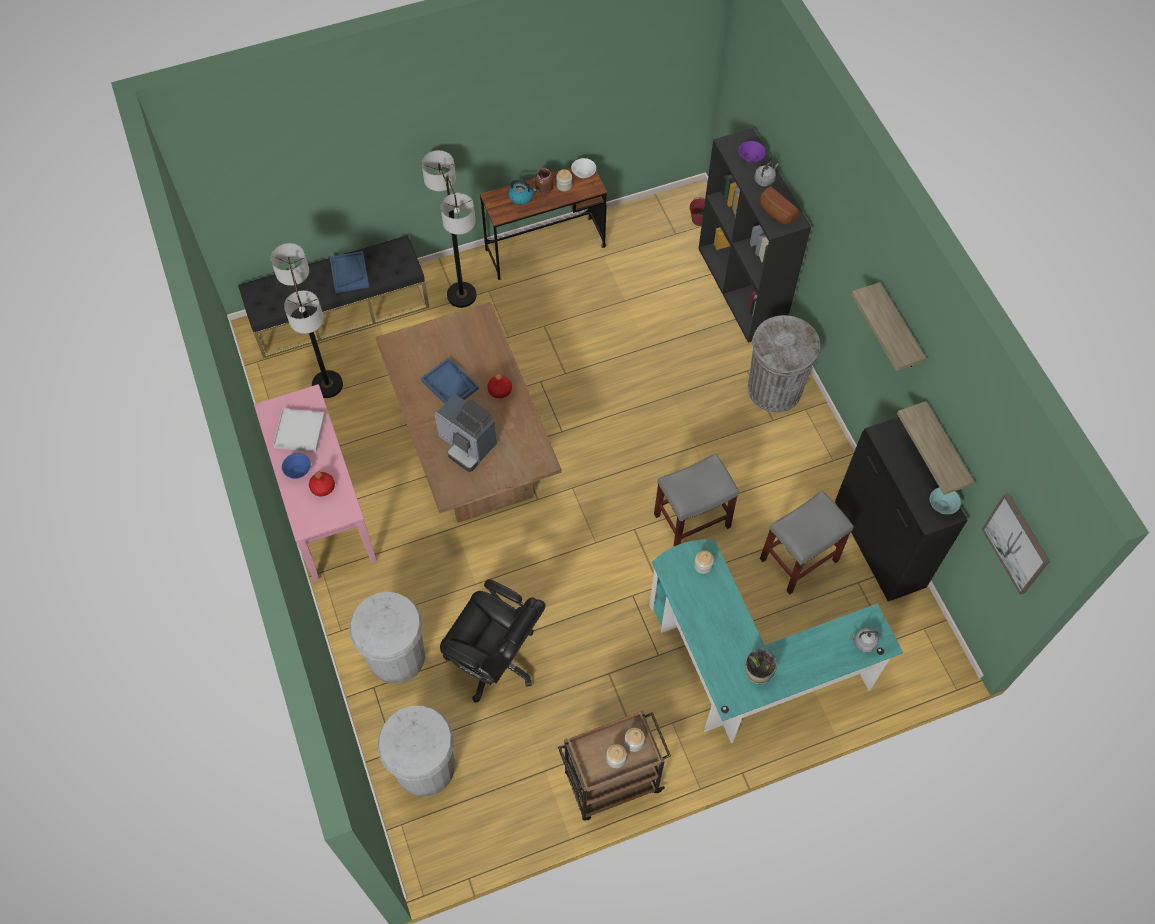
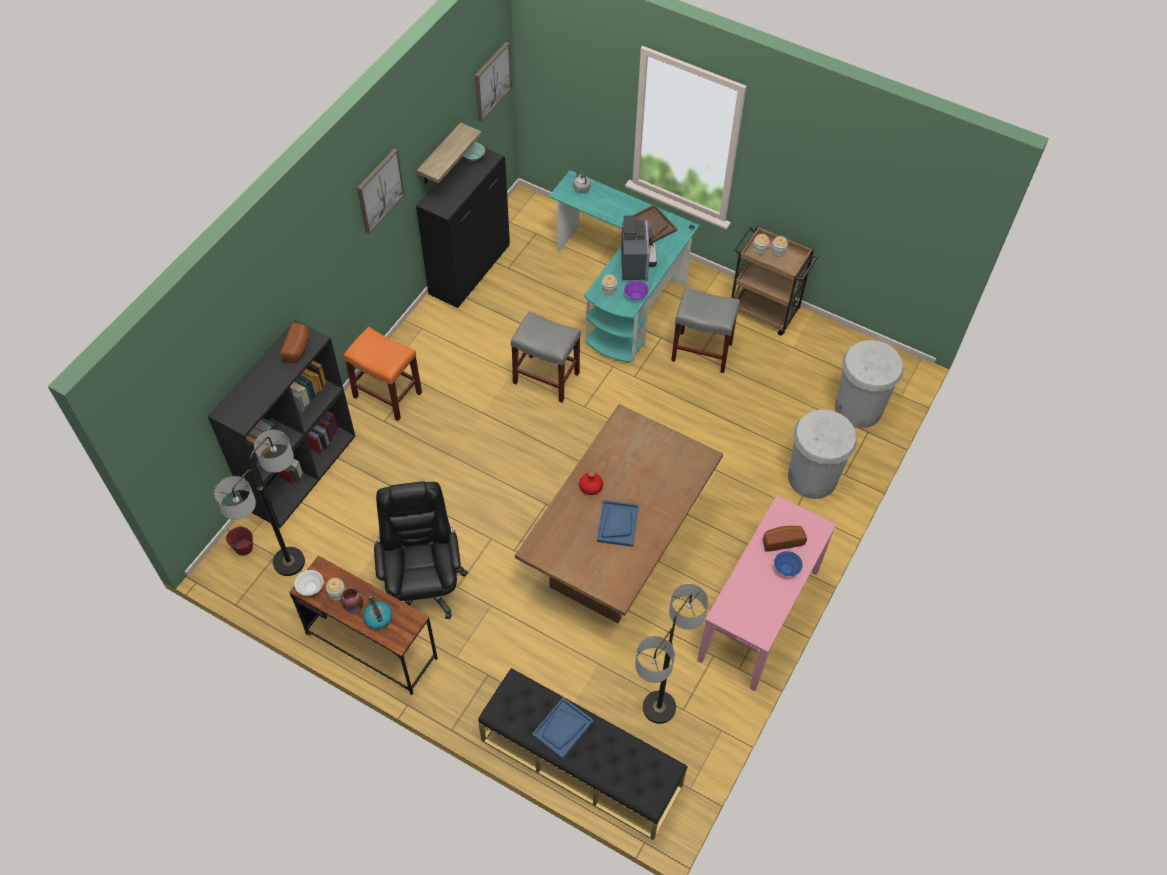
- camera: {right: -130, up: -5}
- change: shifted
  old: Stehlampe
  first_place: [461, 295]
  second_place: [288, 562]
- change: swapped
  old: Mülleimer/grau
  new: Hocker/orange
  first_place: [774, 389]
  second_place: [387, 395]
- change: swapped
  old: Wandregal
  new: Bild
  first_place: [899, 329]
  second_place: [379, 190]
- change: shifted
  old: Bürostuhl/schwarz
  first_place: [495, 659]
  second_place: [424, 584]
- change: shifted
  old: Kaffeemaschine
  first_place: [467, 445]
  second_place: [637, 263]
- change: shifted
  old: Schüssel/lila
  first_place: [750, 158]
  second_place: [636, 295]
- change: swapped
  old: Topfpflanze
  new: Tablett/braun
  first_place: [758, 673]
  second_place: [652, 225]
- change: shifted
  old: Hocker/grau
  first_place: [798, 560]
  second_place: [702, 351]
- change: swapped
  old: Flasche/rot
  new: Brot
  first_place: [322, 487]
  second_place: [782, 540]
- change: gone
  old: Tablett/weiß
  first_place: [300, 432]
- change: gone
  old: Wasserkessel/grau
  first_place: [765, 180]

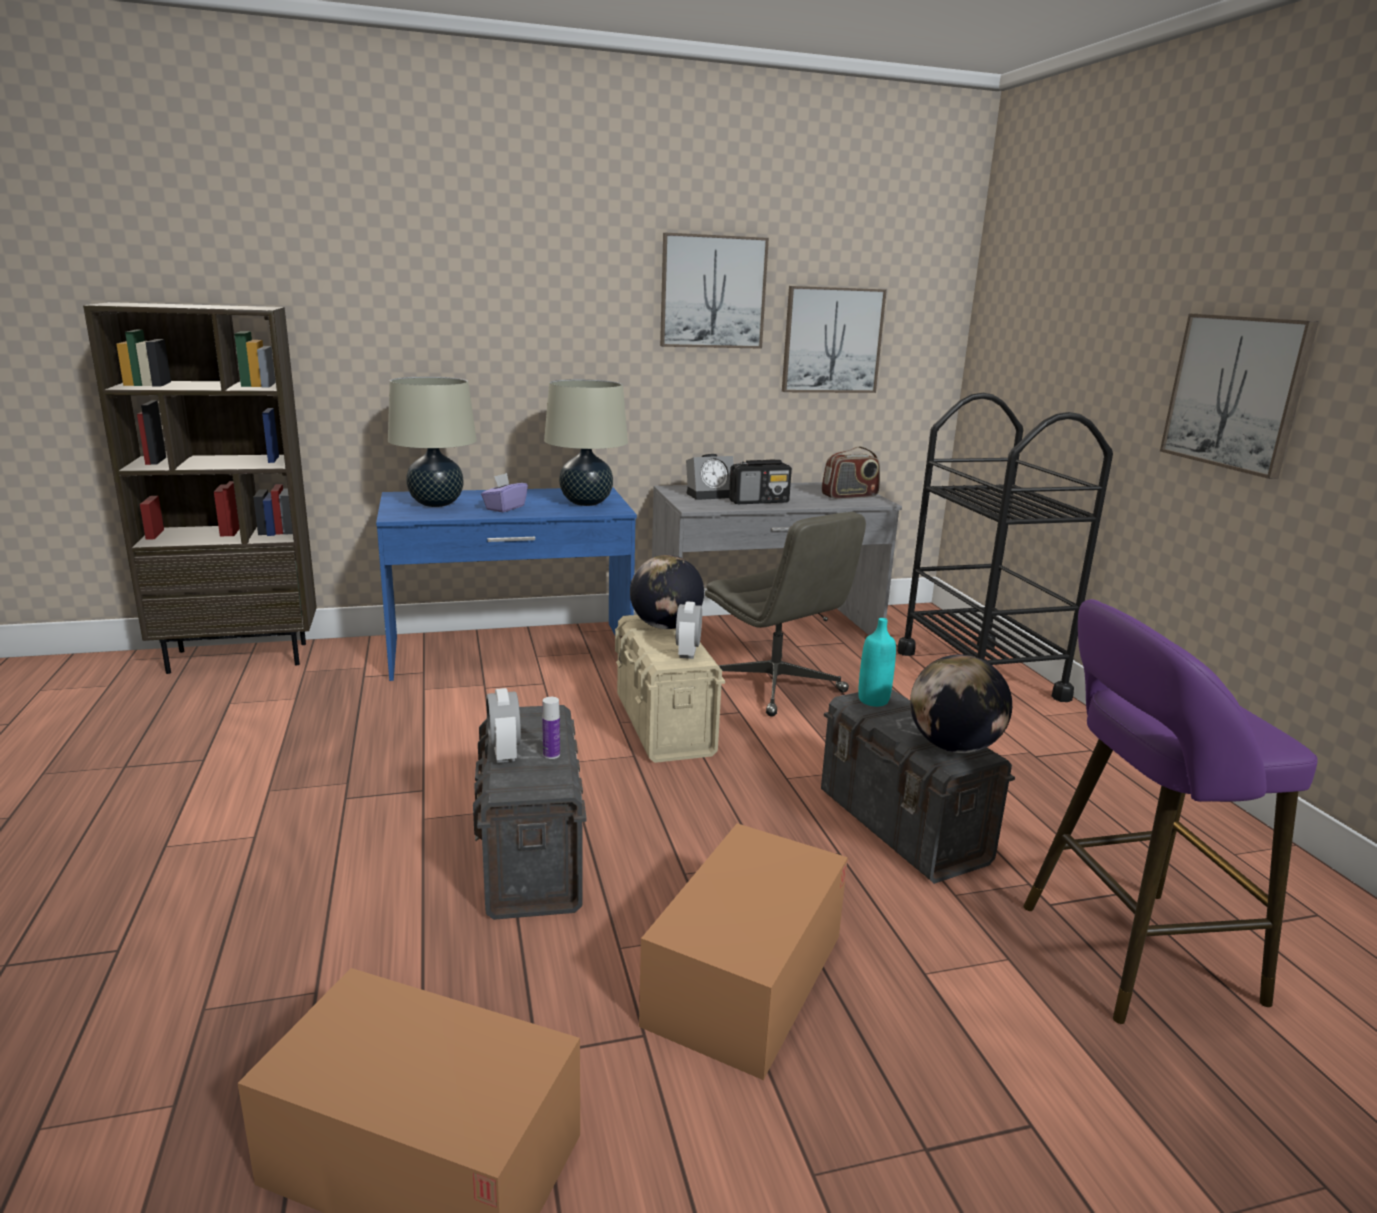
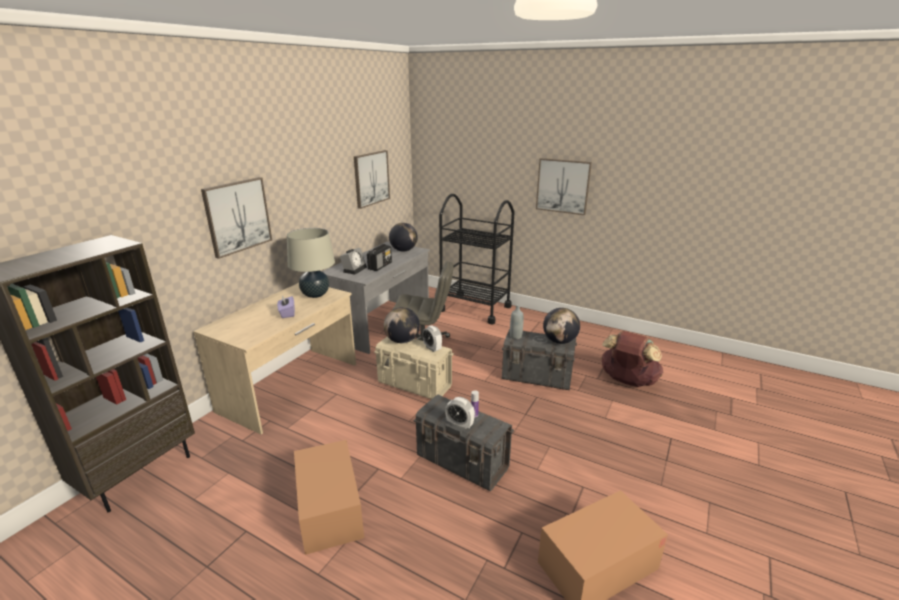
- camera: {right: -45, up: 5}
- change: repainted
  old: Schreibtisch/blau
  new: Schreibtisch/beige
  first_place: [510, 650]
  second_place: [291, 387]
- change: shifted
  old: Bild
  first_place: [712, 292]
  second_place: [237, 216]
- change: shifted
  old: Karton
  first_place: [746, 978]
  second_place: [329, 508]
- change: swapped
  old: Radio
  new: Globus
  first_place: [850, 496]
  second_place: [403, 250]
- change: repainted
  old: Flasche/türkis
  new: Flasche/grau
  first_place: [873, 700]
  second_place: [515, 336]
- change: swapped
  old: Hocker/lila
  new: Rucksack/braun
  first_place: [1126, 954]
  second_place: [627, 381]
- change: gone
  old: Tischlampe/beige
  first_place: [436, 504]

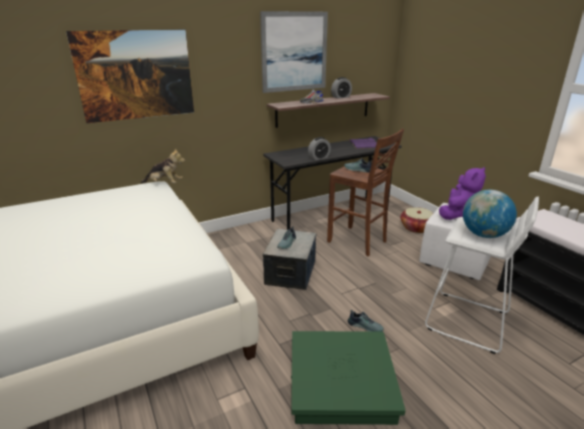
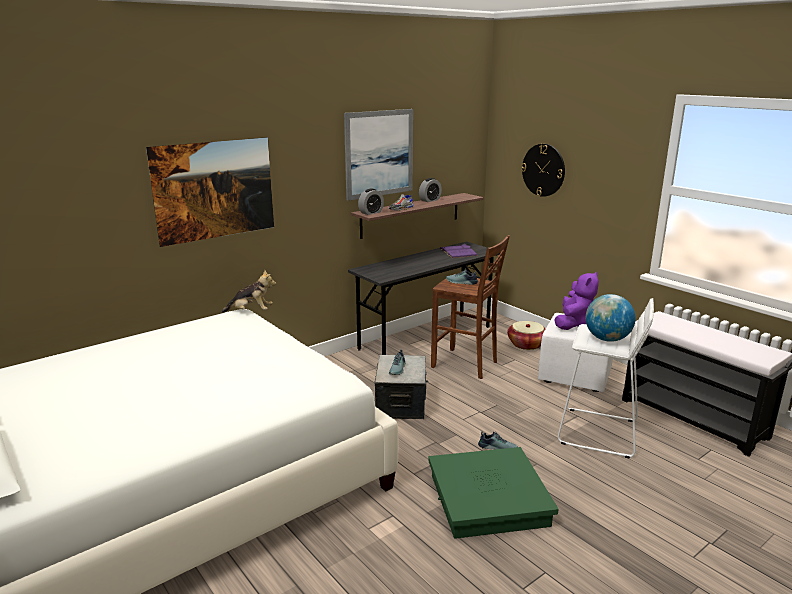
- camera: {right: -10, up: -5}
- change: shifted
  old: Wecker
  first_place: [319, 157]
  second_place: [371, 212]
- change: new
  new: Wanduhr
  second_place: [543, 170]

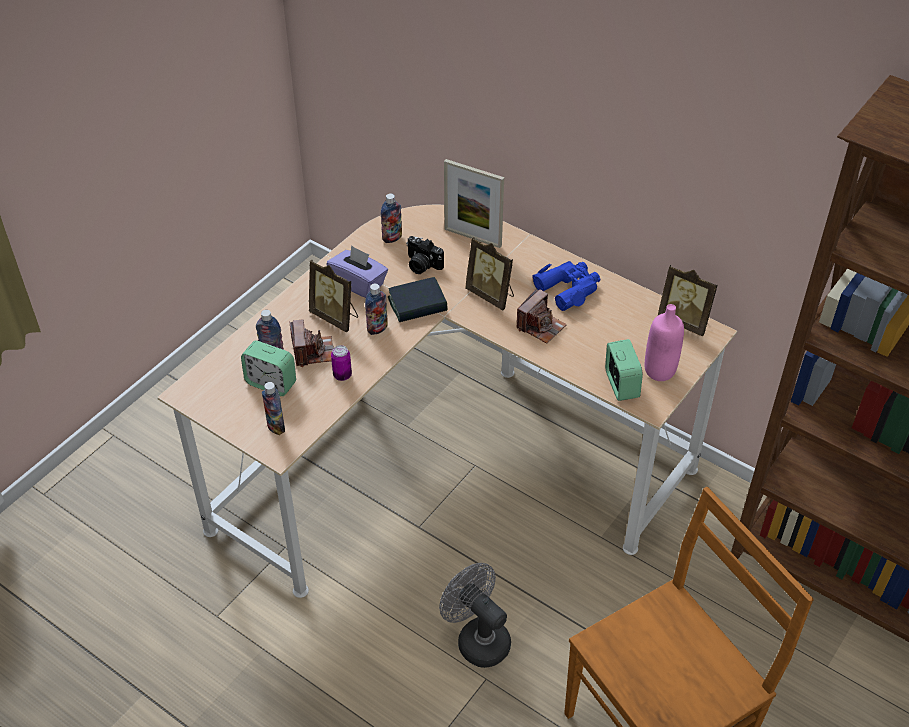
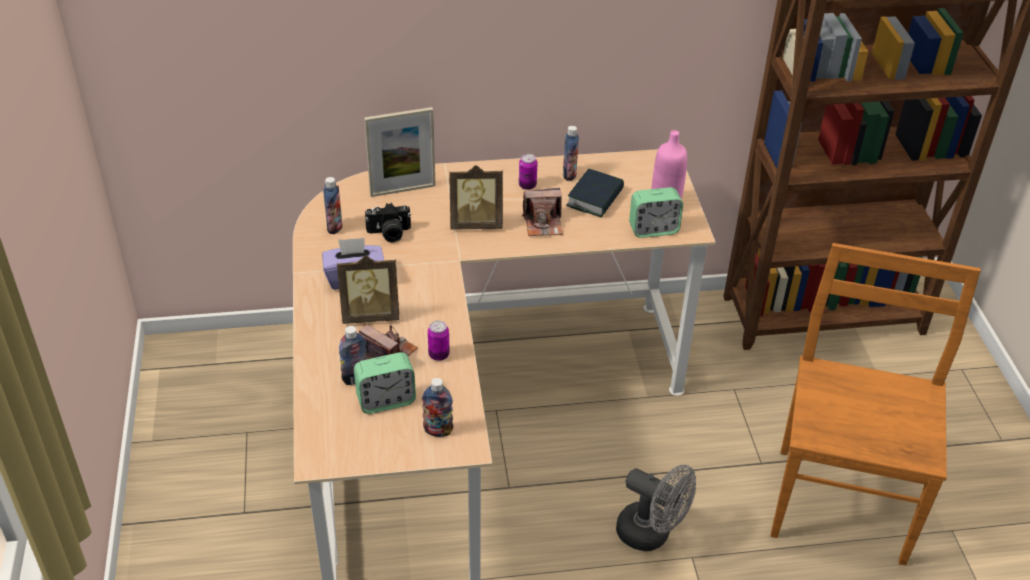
- camera: {right: -45, up: -5}
- change: swapped
  old: Fernglas/blau
  new: Dose
  first_place: [568, 288]
  second_place: [527, 185]
- change: rotated
  old: Kamera
  first_place: [540, 326]
  second_place: [543, 224]
  degrees: 90
- change: shifted
  old: Flasche
  first_place: [377, 328]
  second_place: [569, 174]
- change: shifted
  old: Buch
  first_place: [417, 305]
  second_place: [595, 198]
- change: rotated
  old: Ventilator/grau
  first_place: [477, 638]
  second_place: [651, 534]
  degrees: -150
- change: rotated
  old: Wecker
  first_place: [621, 385]
  second_place: [653, 229]
  degrees: 135
- change: gone
  old: Bilderrahmen
  first_place: [684, 321]

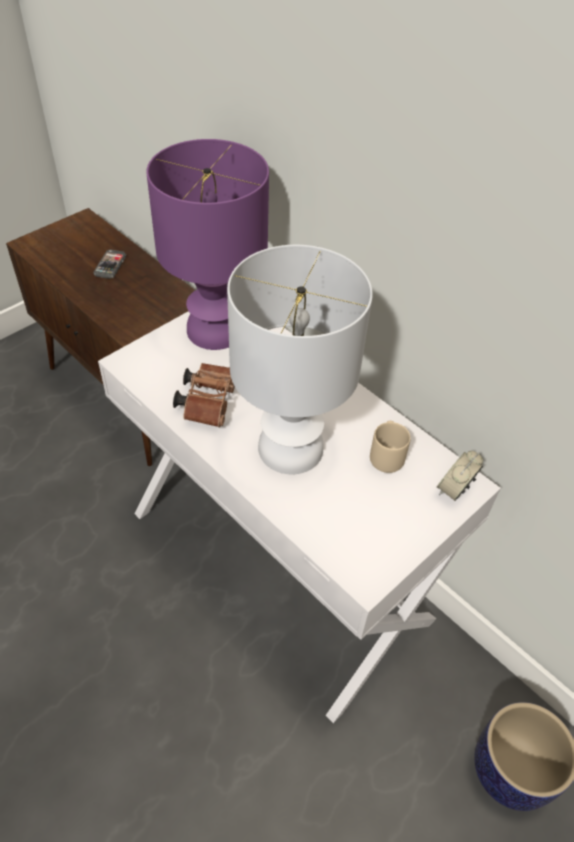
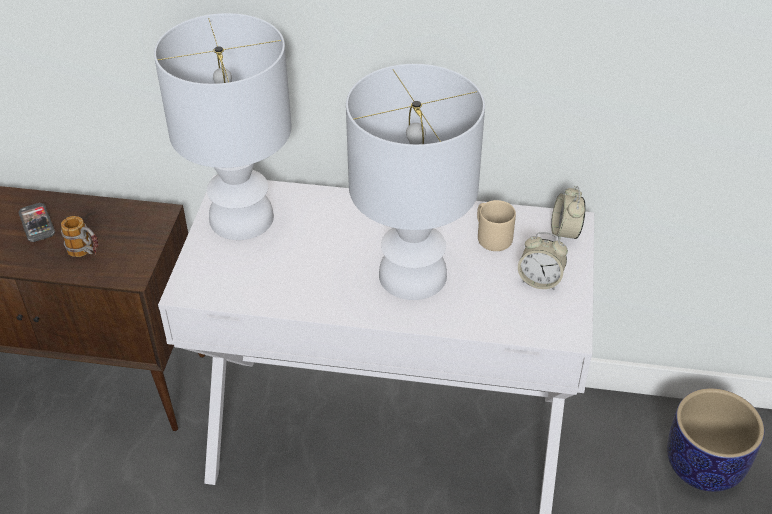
- camera: {right: -35, up: -5}
- change: new
  new: Henkelbecher
  second_place: [87, 254]
- change: repainted
  old: Tischlampe/lila
  new: Tischlampe/weiß
  first_place: [217, 330]
  second_place: [243, 217]
- change: new
  new: Wecker
  second_place: [540, 280]
- change: gone
  old: Fernglas/braun
  first_place: [209, 401]

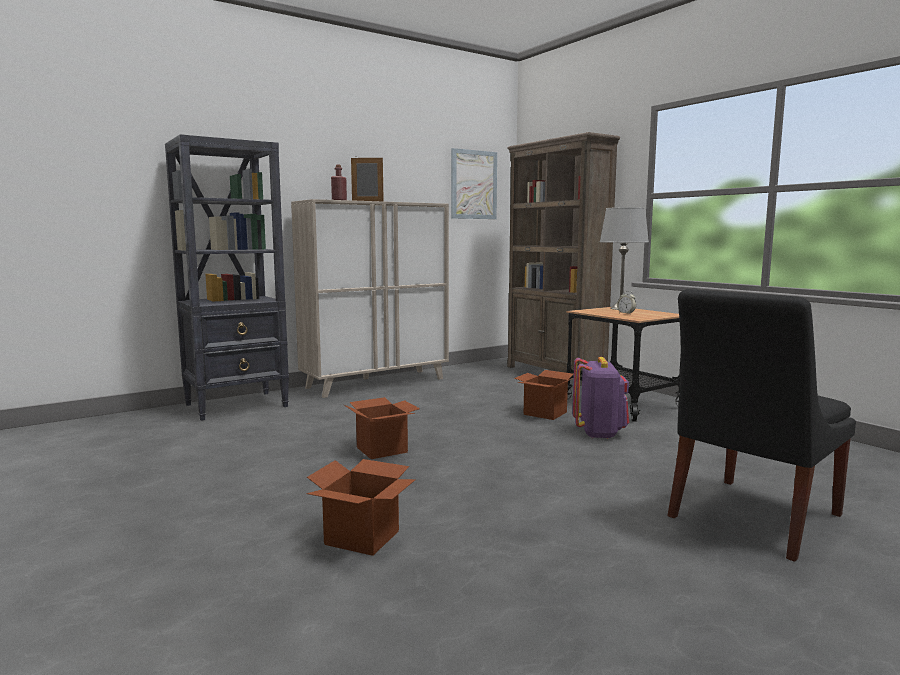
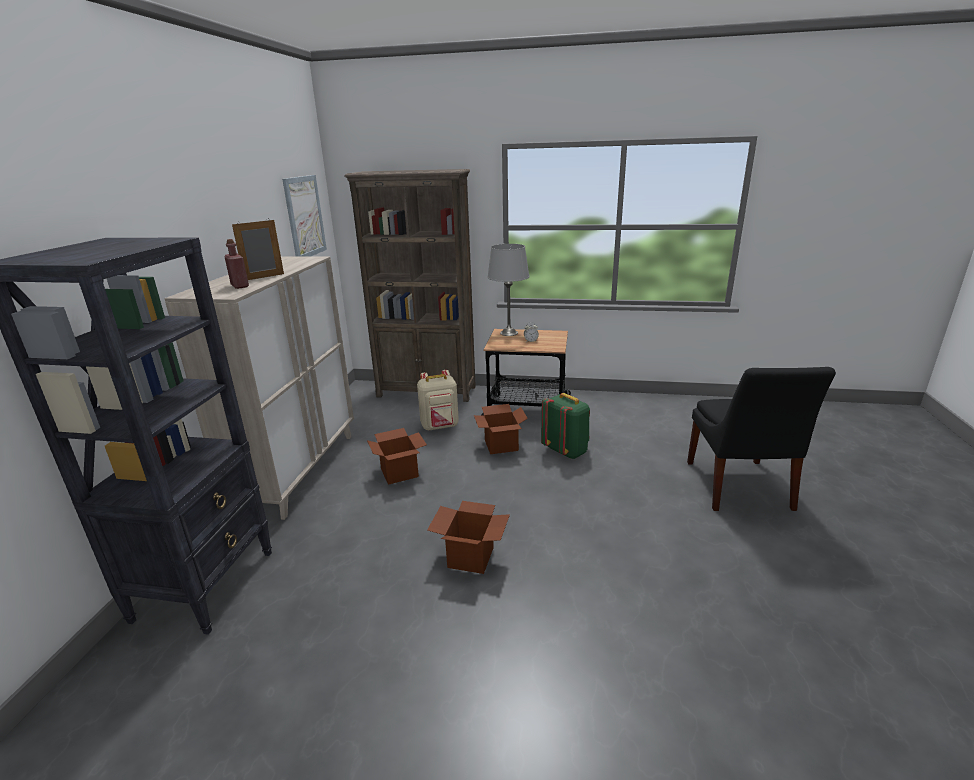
- camera: {right: -45, up: 15}
- change: shifted
  old: Karton
  first_place: [361, 538]
  second_place: [399, 473]
- change: new
  new: Rucksack/beige
  second_place: [440, 426]
- change: repainted
  old: Rucksack/lila
  new: Rucksack/grün
  first_place: [599, 433]
  second_place: [566, 451]

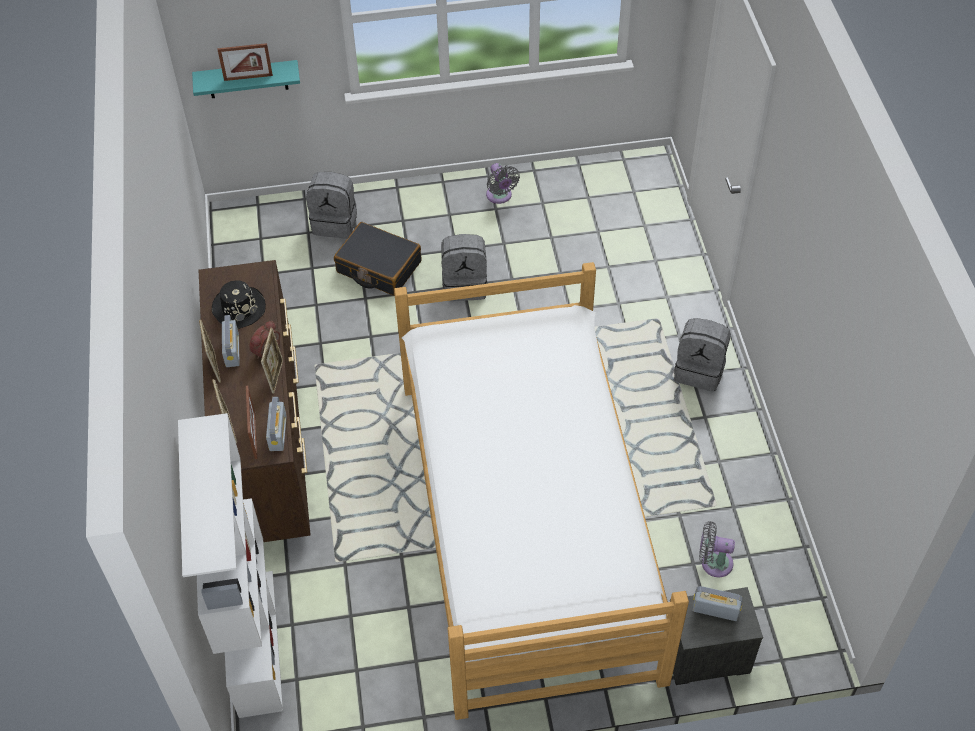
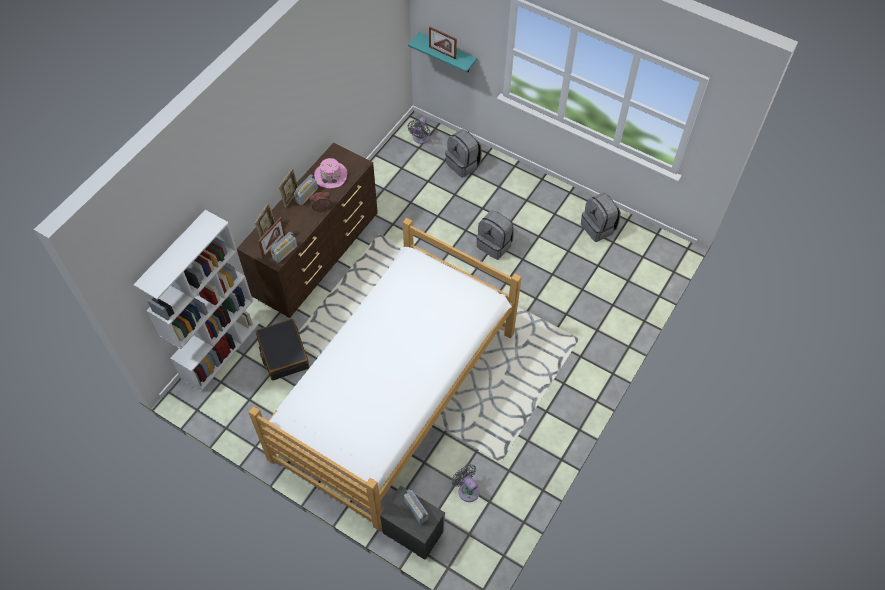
- camera: {right: 40, up: 5}
- change: shifted
  old: Koffer/schwarz
  first_place: [378, 267]
  second_place: [283, 354]
- change: repainted
  old: Hut/schwarz
  new: Hut/rosa
  first_place: [238, 308]
  second_place: [331, 175]
- change: shifted
  old: Ventilator/grau
  first_place: [500, 196]
  second_place: [420, 138]
- change: shifted
  old: Rucksack/grau
  first_place: [699, 370]
  second_place: [598, 228]
- change: gone
  old: Bilderrahmen
  first_place: [275, 376]

